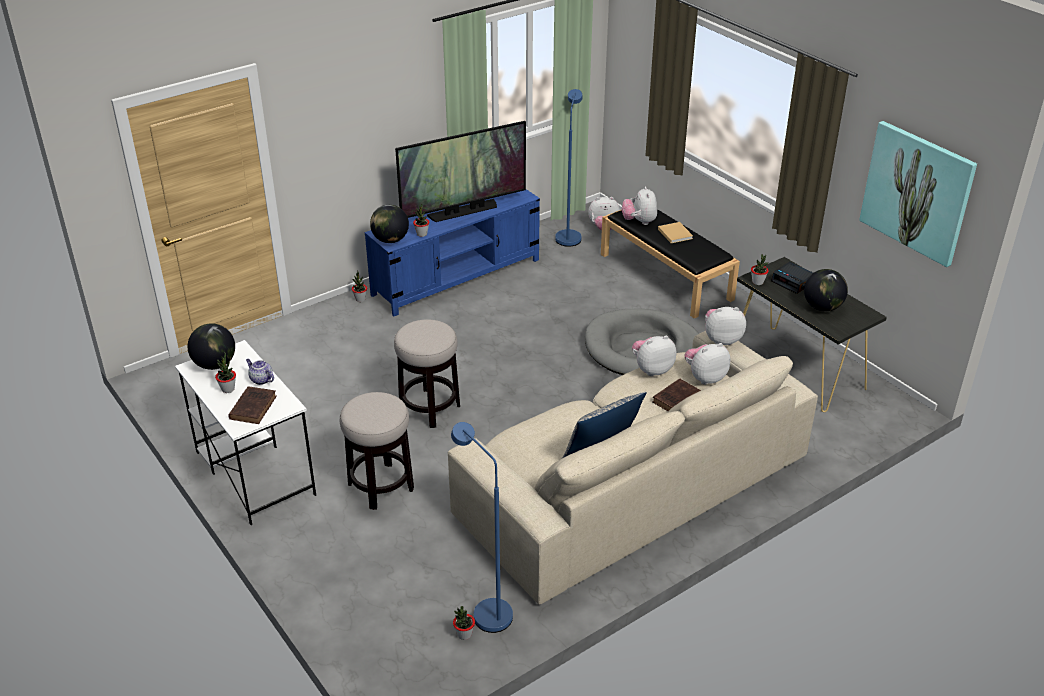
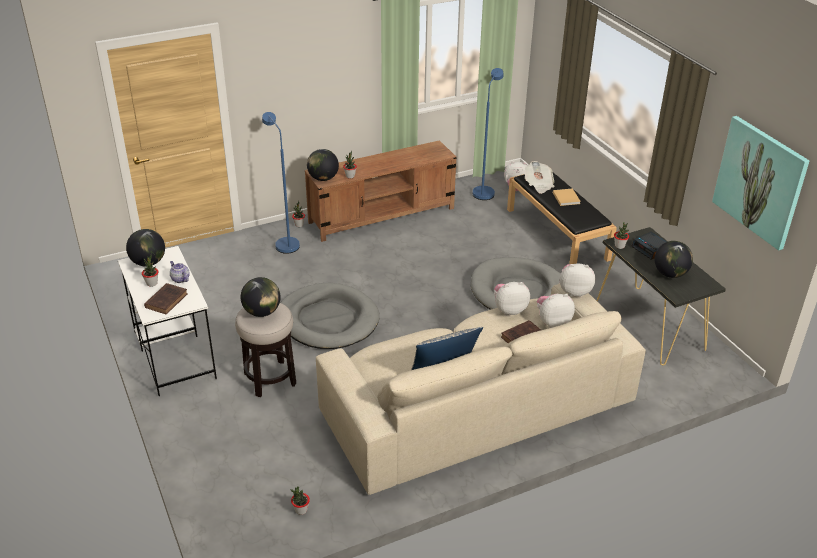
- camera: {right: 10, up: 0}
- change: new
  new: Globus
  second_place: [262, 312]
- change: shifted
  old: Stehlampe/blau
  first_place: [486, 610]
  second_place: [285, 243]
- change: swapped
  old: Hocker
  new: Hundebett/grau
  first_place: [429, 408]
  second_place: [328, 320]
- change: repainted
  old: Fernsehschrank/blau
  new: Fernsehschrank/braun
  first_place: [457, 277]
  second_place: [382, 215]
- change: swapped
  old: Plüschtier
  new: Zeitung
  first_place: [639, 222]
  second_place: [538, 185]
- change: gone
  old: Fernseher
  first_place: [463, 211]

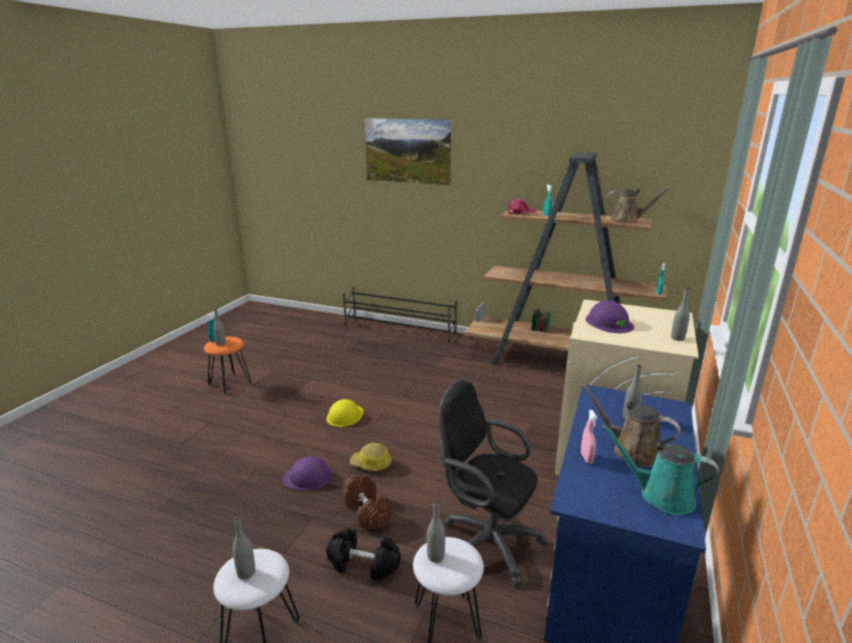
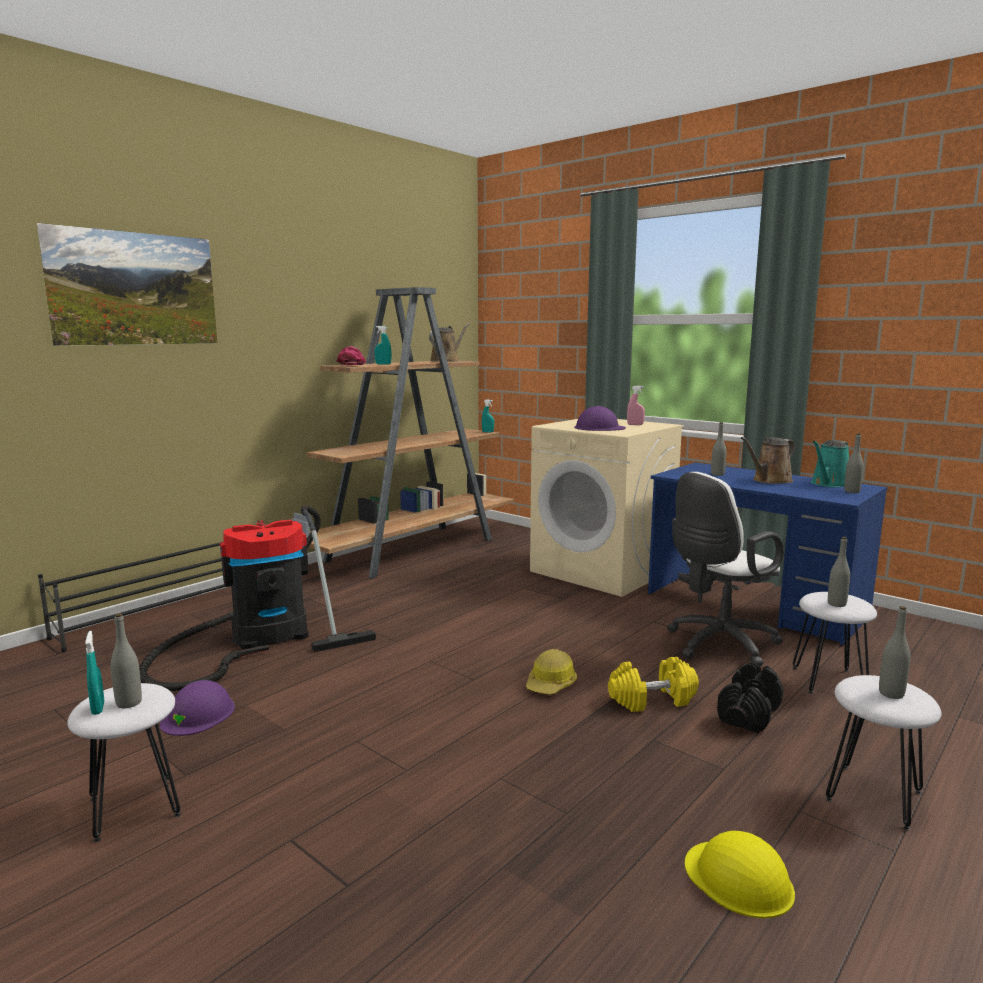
- camera: {right: -70, up: -10}
- change: repainted
  old: Hocker/orange
  new: Hocker/weiß
  first_place: [229, 384]
  second_place: [133, 807]
- change: new
  new: Staubsauger
  second_place: [261, 637]
- change: shifted
  old: Schutzhelm/lila
  first_place: [308, 477]
  second_place: [198, 714]
- change: repainted
  old: Hantel/braun
  new: Hantel/gelb
  first_place: [367, 511]
  second_place: [652, 700]
- change: shifted
  old: Sprühflasche/rosa
  first_place: [586, 458]
  second_place: [635, 424]
- change: repainted
  old: Bürostuhl/schwarz
  new: Bürostuhl/weiß
  first_place: [485, 542]
  second_place: [717, 645]
- change: shifted
  old: Schutzhelm/gelb
  first_place: [345, 416]
  second_place: [739, 878]
- change: shifted
  old: Flasche/grau
  first_place: [677, 338]
  second_place: [852, 491]

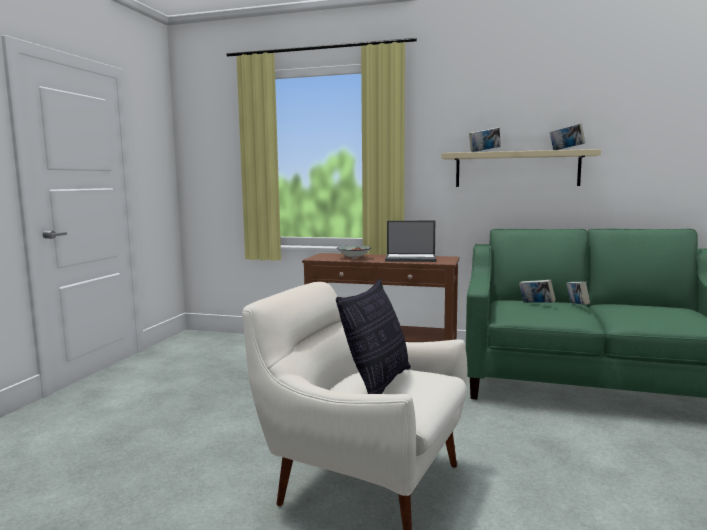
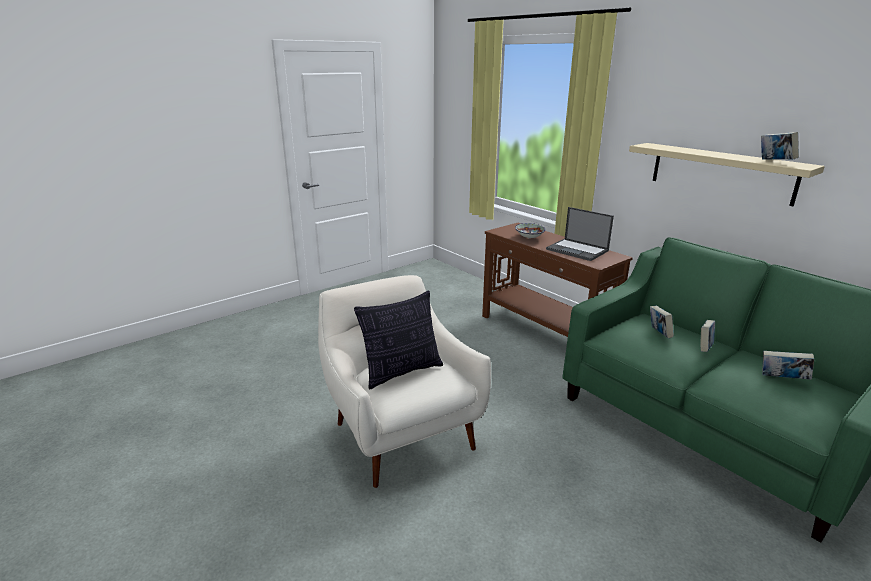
- camera: {right: 35, up: 15}
- change: shifted
  old: Buch
  first_place: [484, 152]
  second_place: [782, 379]

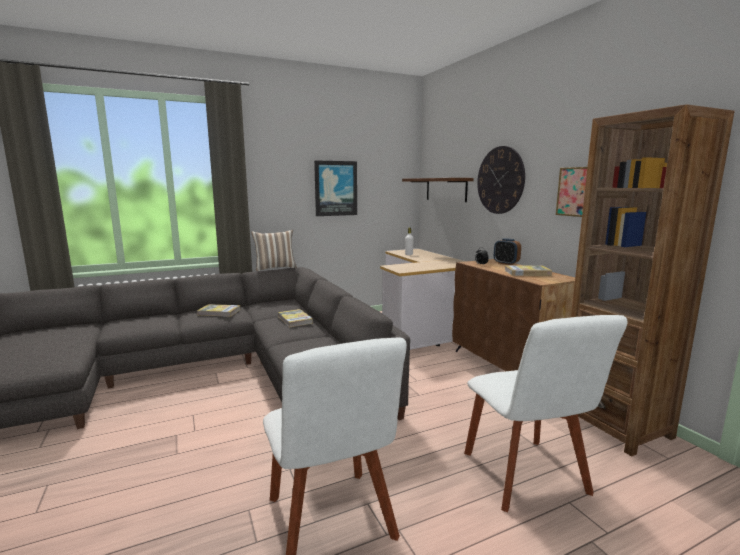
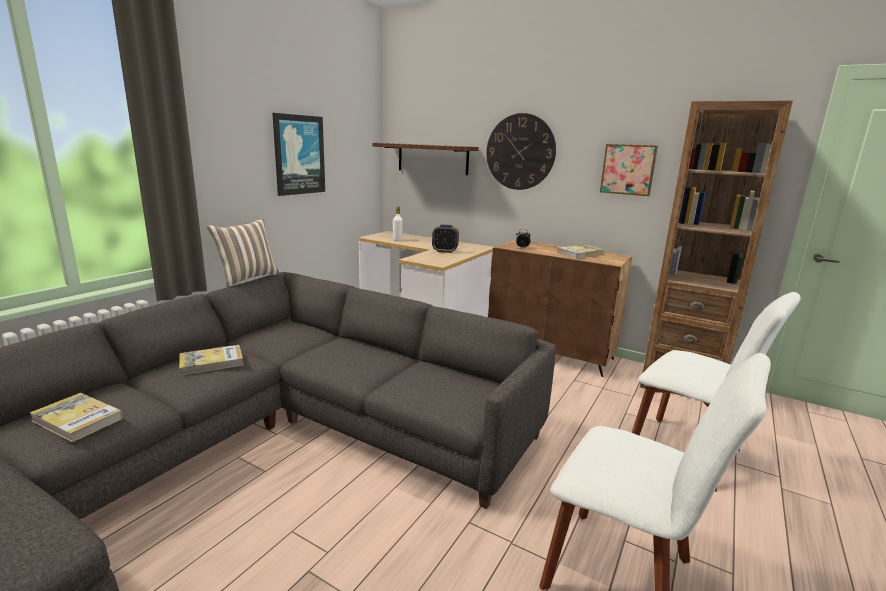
- camera: {right: -35, up: 5}
- change: shifted
  old: Buch
  first_place: [295, 320]
  second_place: [77, 420]
- change: shifted
  old: Wecker
  first_place: [506, 263]
  second_place: [445, 251]

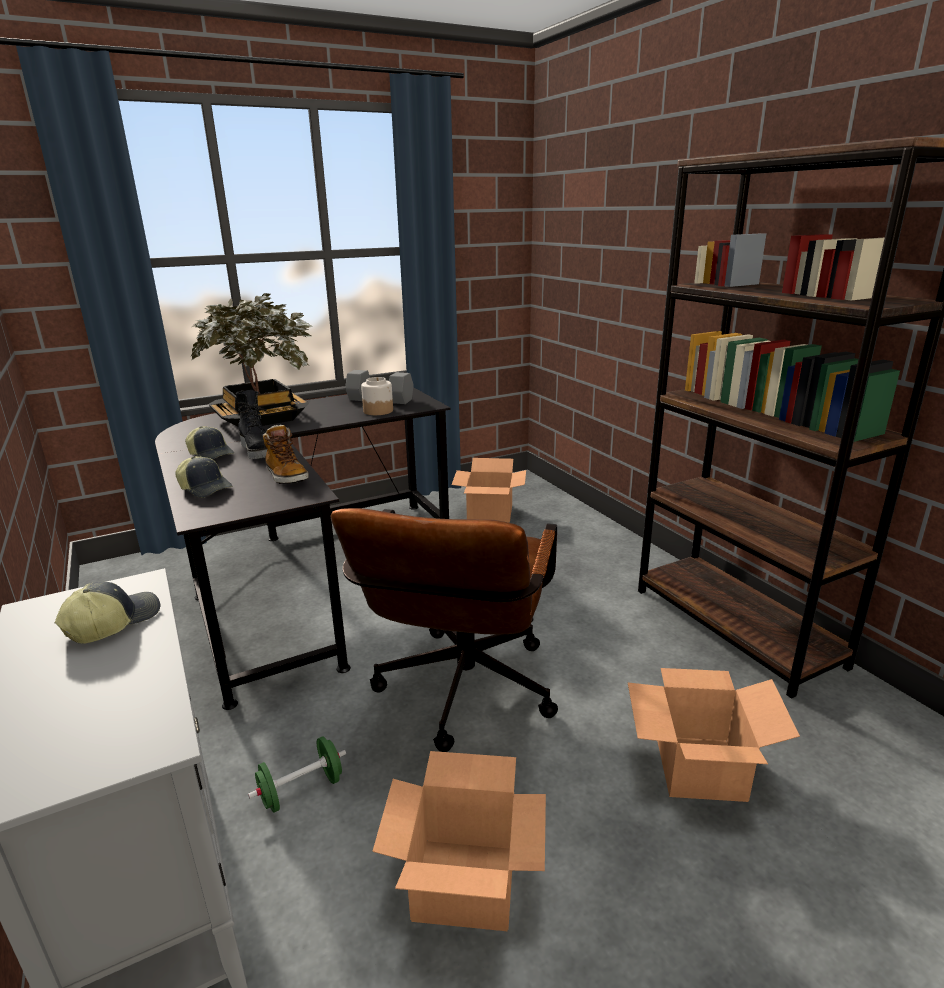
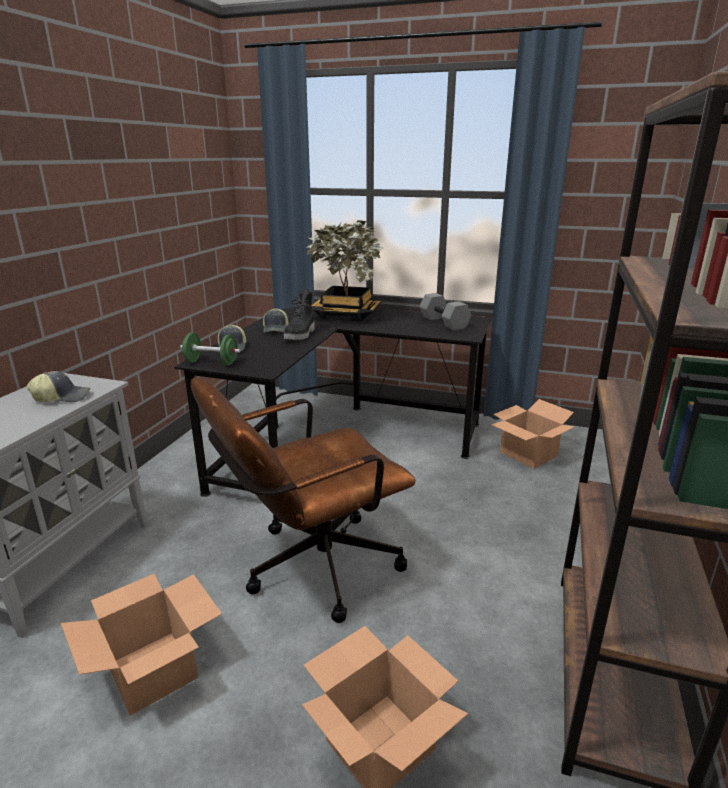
- camera: {right: 45, up: 0}
- change: shifted
  old: Hantel/grün
  first_place: [301, 790]
  second_place: [211, 362]
- change: gone
  old: Stiefel
  first_place: [286, 476]
- change: gone
  old: Vorratsglas
  first_place: [378, 411]

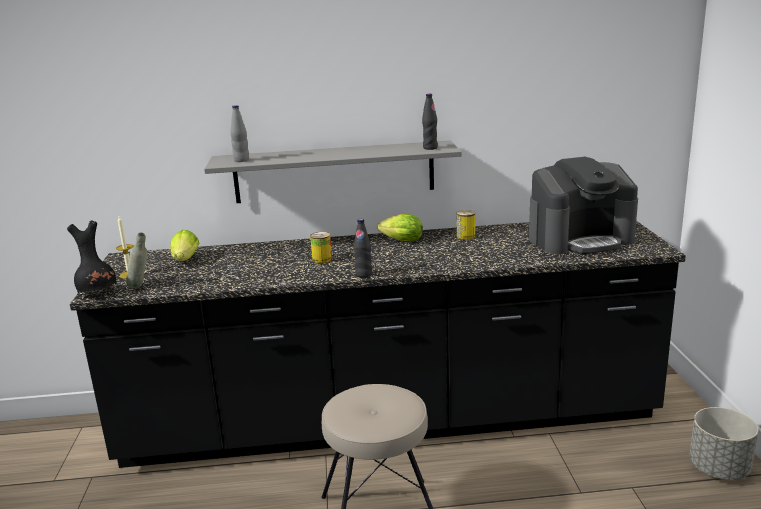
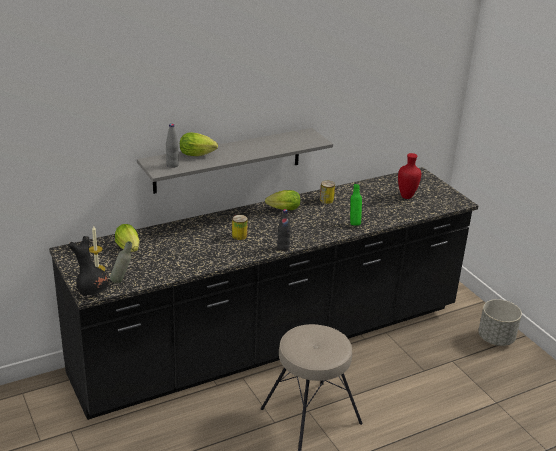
- camera: {right: -25, up: 10}
- change: new
  new: Salatkopf
  second_place: [199, 155]
- change: new
  new: Flasche/grün
  second_place: [354, 223]
- change: swapped
  old: Kaffeemaschine
  new: Vase/rot
  first_place: [580, 239]
  second_place: [406, 196]
- change: gone
  old: Flasche/schwarz
  first_place: [430, 148]

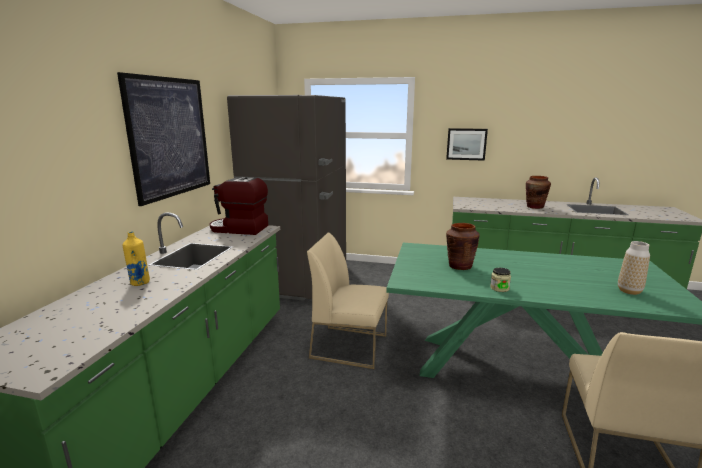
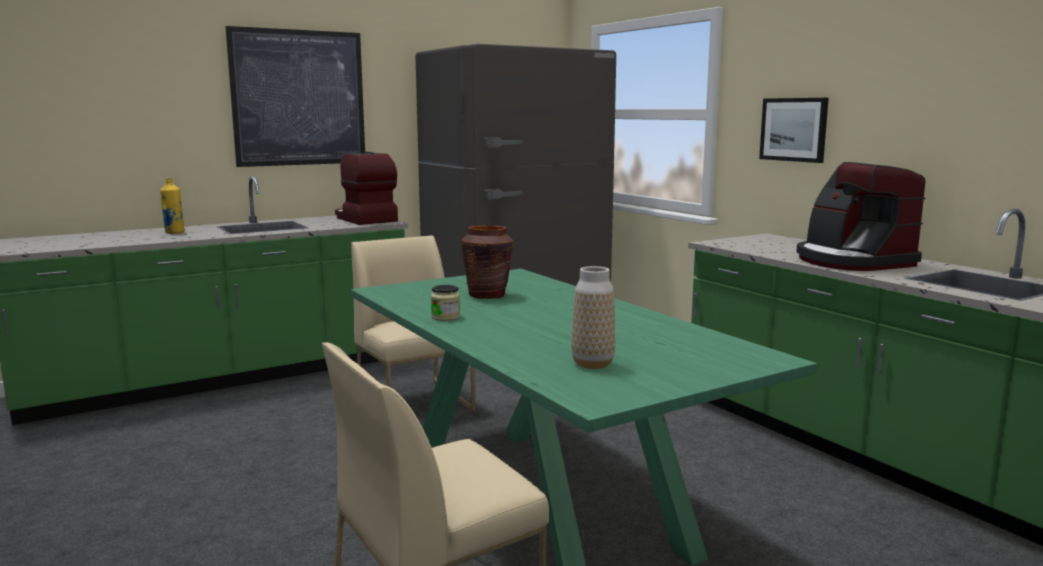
- camera: {right: 45, up: -5}
- change: swapped
  old: Vase/braun
  new: Kaffeemaschine
  first_place: [535, 207]
  second_place: [852, 261]

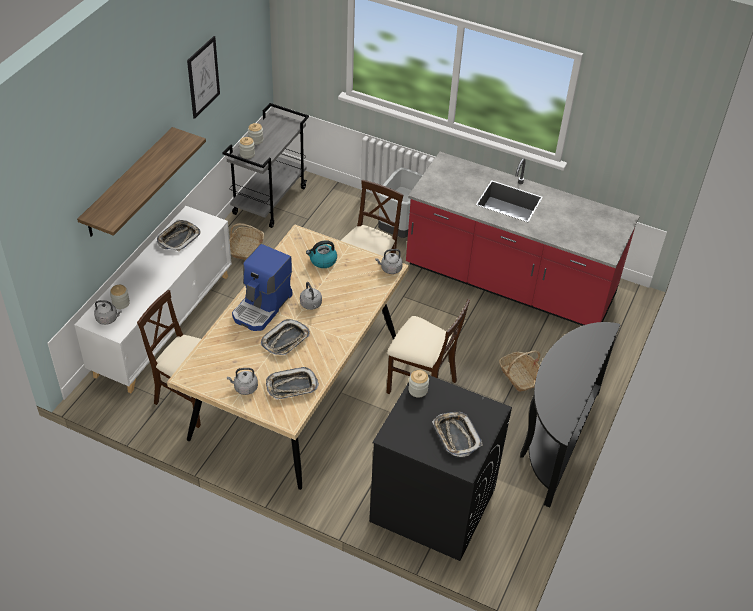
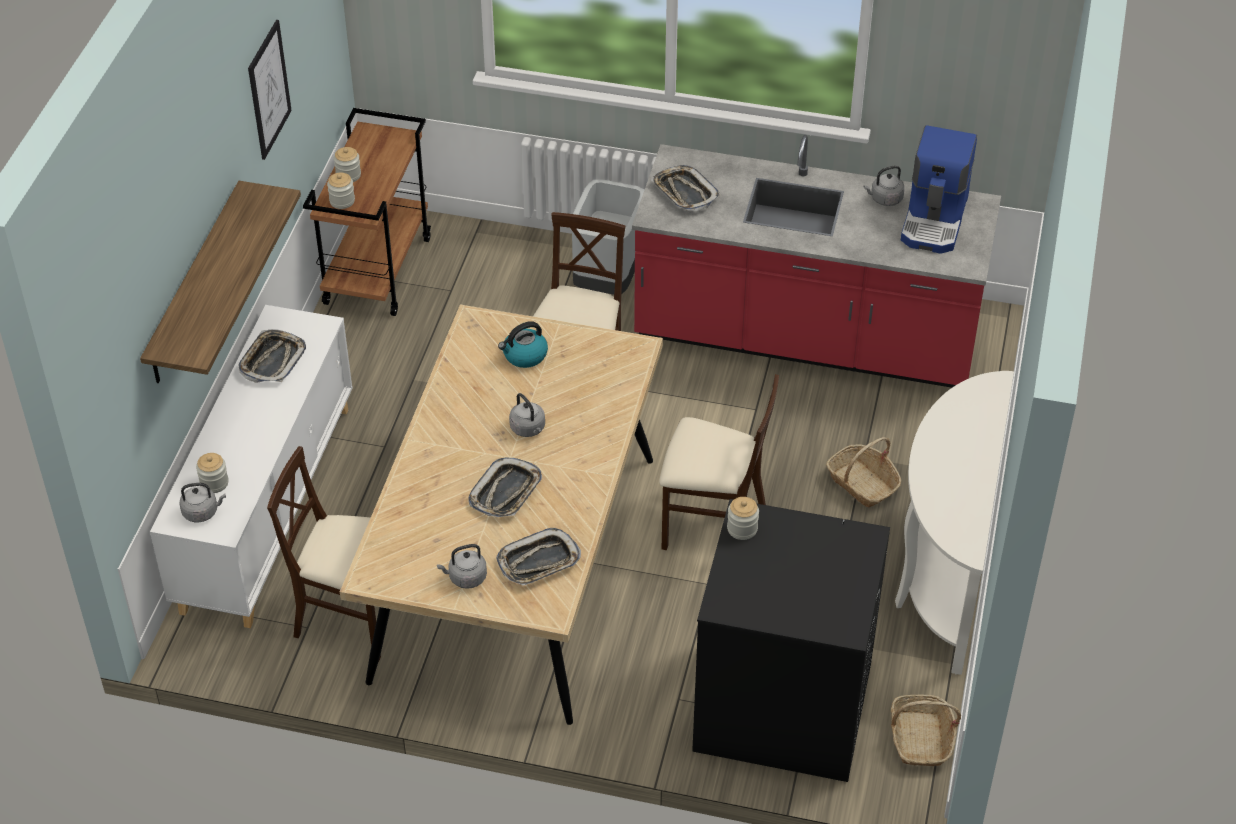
- camera: {right: -10, up: 0}
- change: repainted
  old: Rollwagen/grau
  new: Rollwagen/braun
  first_place: [269, 200]
  second_place: [377, 270]
- change: shifted
  old: Tablett
  first_place: [456, 436]
  second_place: [684, 192]
- change: shifted
  old: Wasserkessel/grau
  first_place: [390, 269]
  second_place: [884, 199]
- change: shifted
  old: Korb
  first_place: [246, 248]
  second_place: [920, 739]
- change: repainted
  old: Konsolentisch/schwarz
  new: Konsolentisch/weiß
  first_place: [554, 440]
  second_place: [942, 572]
- change: shifted
  old: Kaffeemaschine
  first_place: [262, 307]
  second_place: [935, 220]

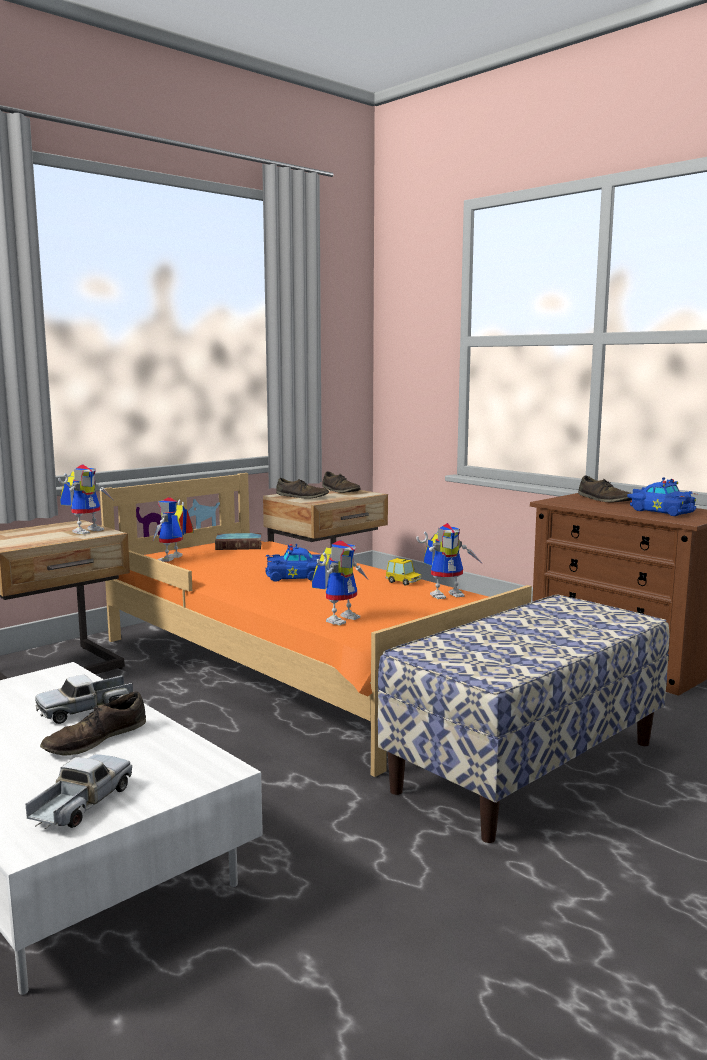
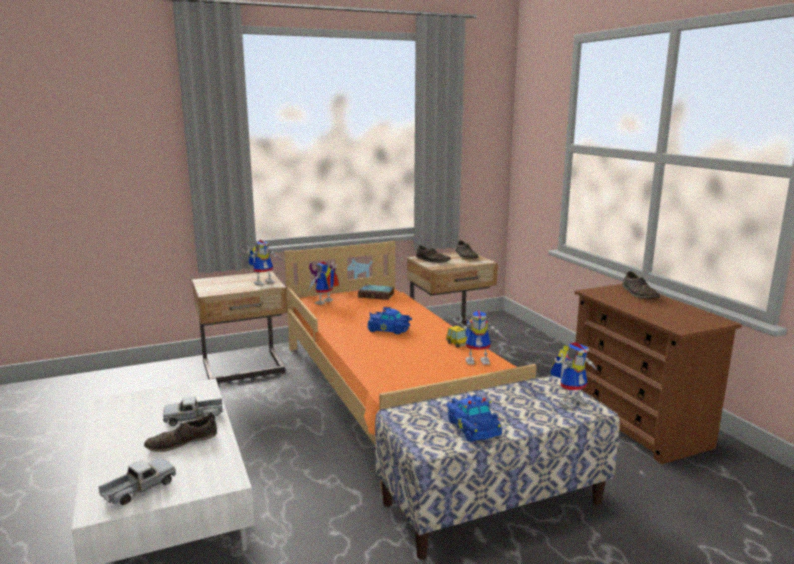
- camera: {right: 20, up: 5}
- change: shifted
  old: Spielzeugauto/blau
  first_place: [661, 511]
  second_place: [473, 426]
- change: shifted
  old: Spielzeugroboter
  first_place: [340, 618]
  second_place: [571, 400]

